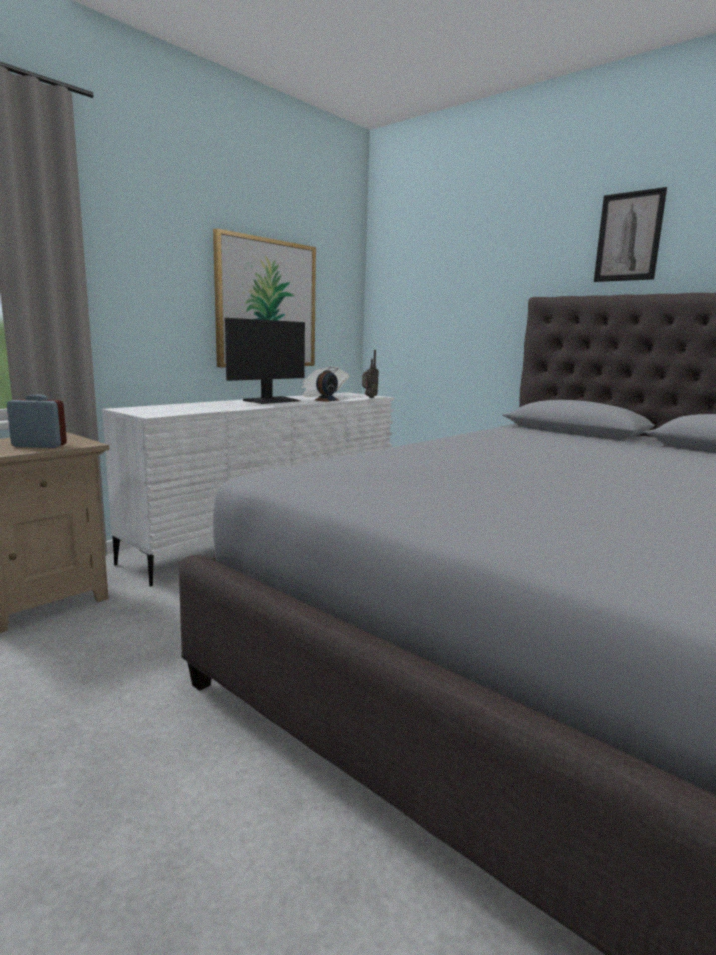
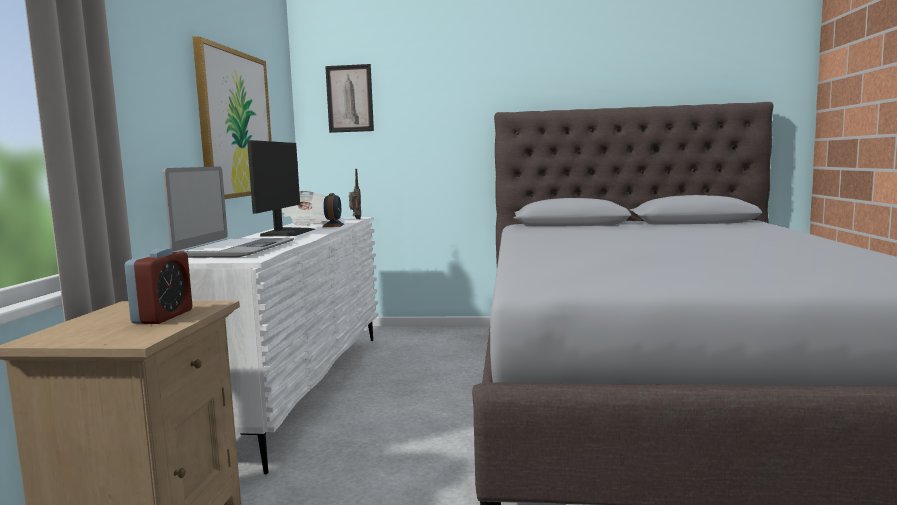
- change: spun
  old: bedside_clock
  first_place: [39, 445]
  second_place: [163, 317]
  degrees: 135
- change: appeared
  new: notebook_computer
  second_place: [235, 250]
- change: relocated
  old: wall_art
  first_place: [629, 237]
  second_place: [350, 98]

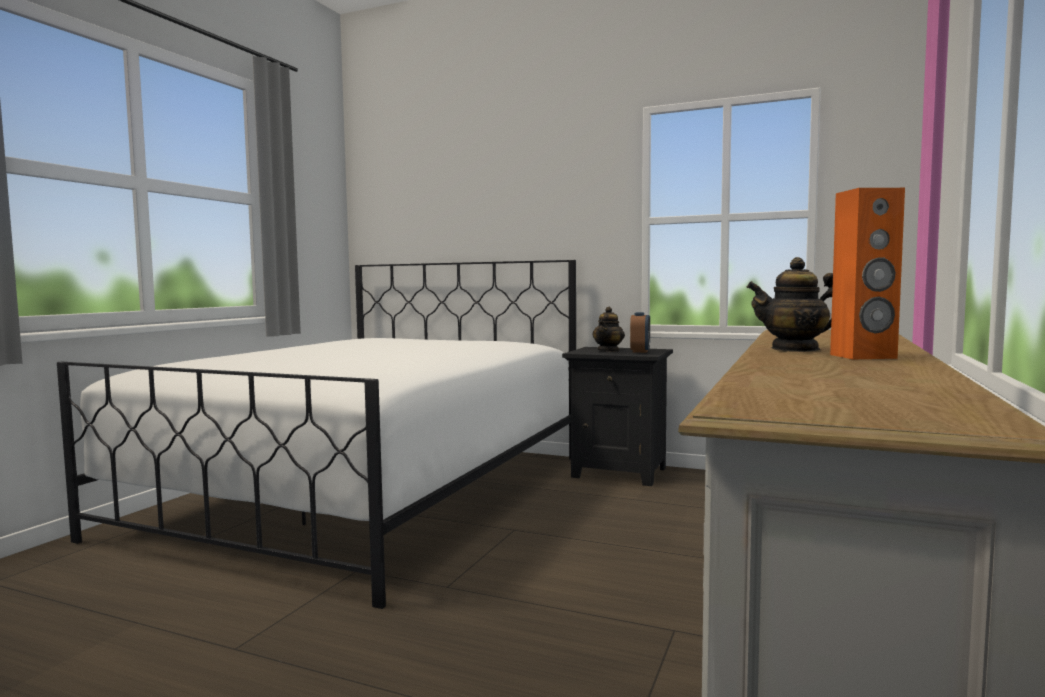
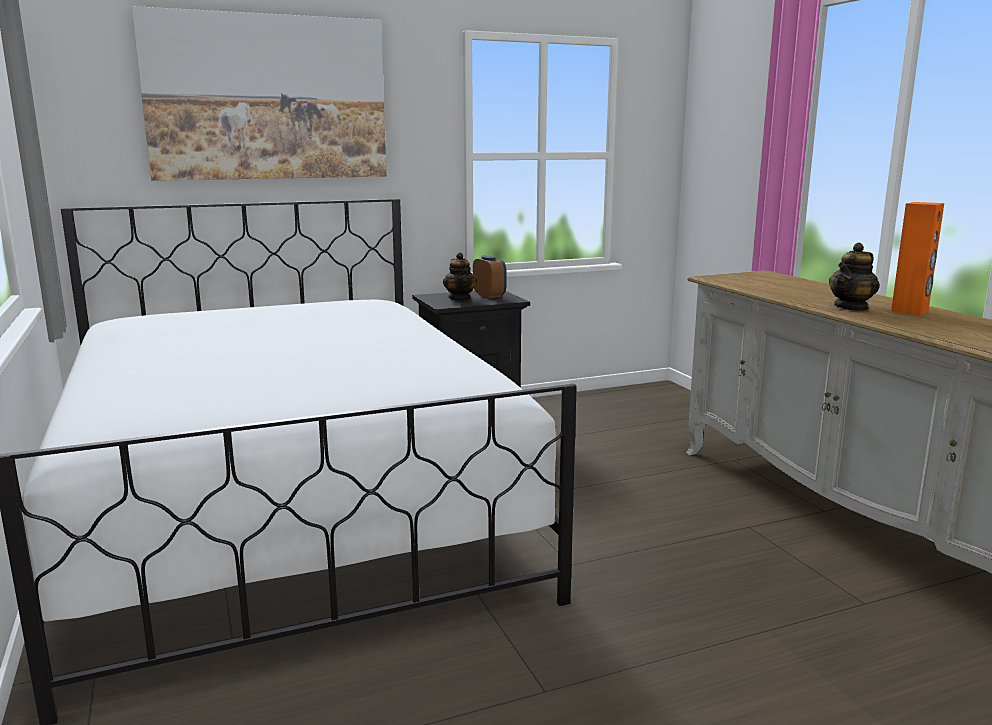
- change: appeared
  new: wall_art
  second_place: [268, 98]

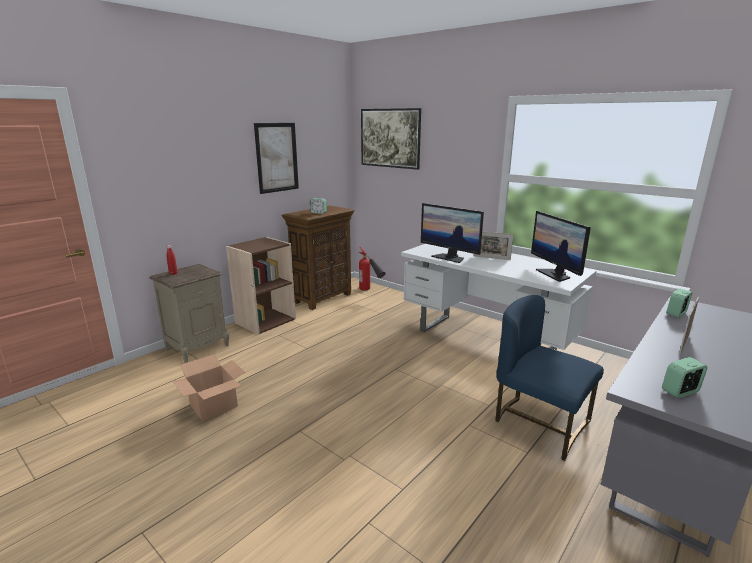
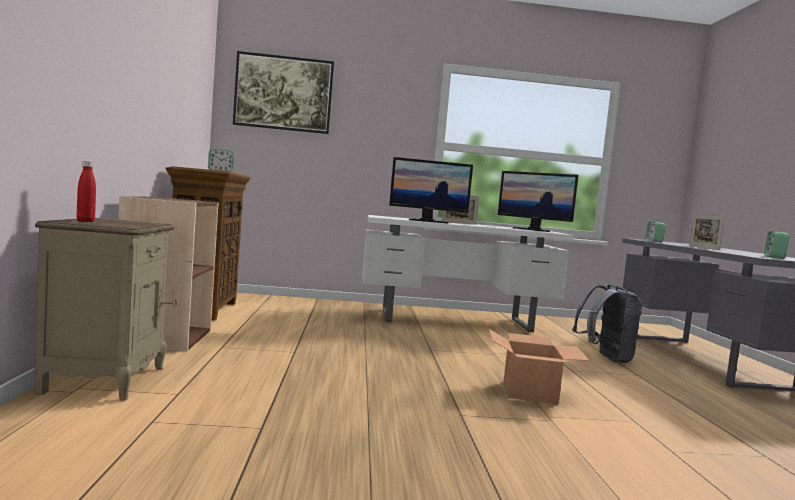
- change: relocated
  old: carton
  first_place: [214, 405]
  second_place: [529, 392]
- change: exchanged
  old: bluish_plain_chair
  new: grey_rucksack
  first_place: [540, 423]
  second_place: [605, 358]
- change: missing
  old: wall_art
  first_place: [277, 157]
- change: missing
  old: fire_extinguisher
  first_place: [370, 291]

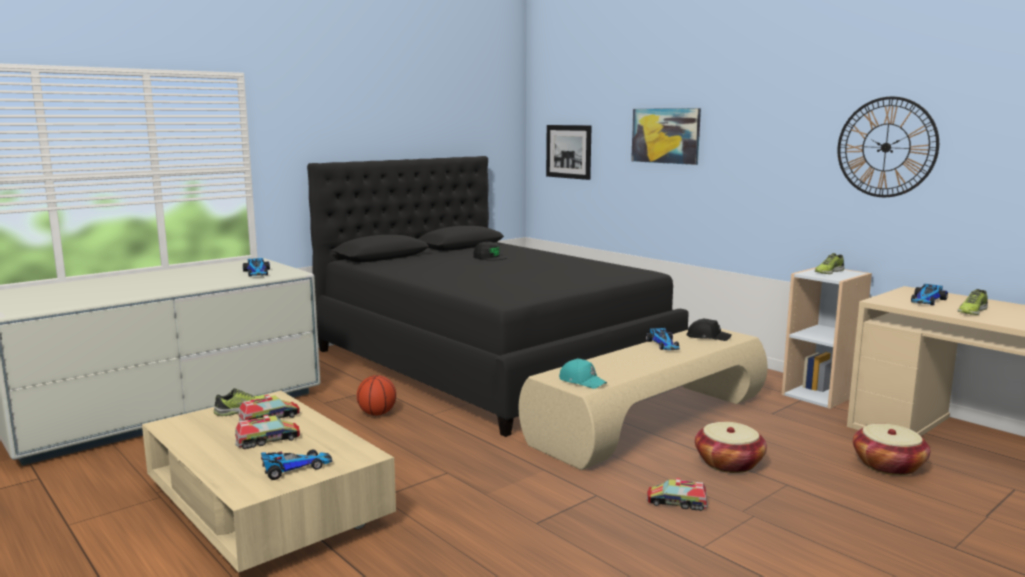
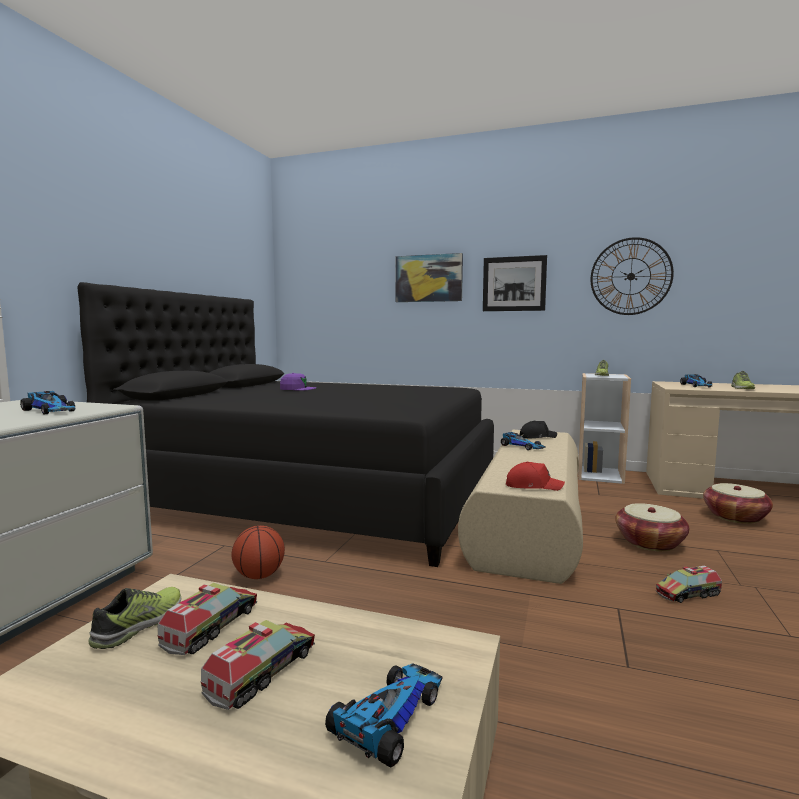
- change: colour
  old: blackish_baseball_cap
  new: purple-coloured_baseball_cap
  first_place: [490, 257]
  second_place: [297, 388]
- change: relocated
  old: wall_art
  first_place: [568, 151]
  second_place: [514, 284]
- change: colour
  old: blue-green_baseball_cap
  new: reddish_baseball_cap
  first_place: [582, 381]
  second_place: [533, 486]

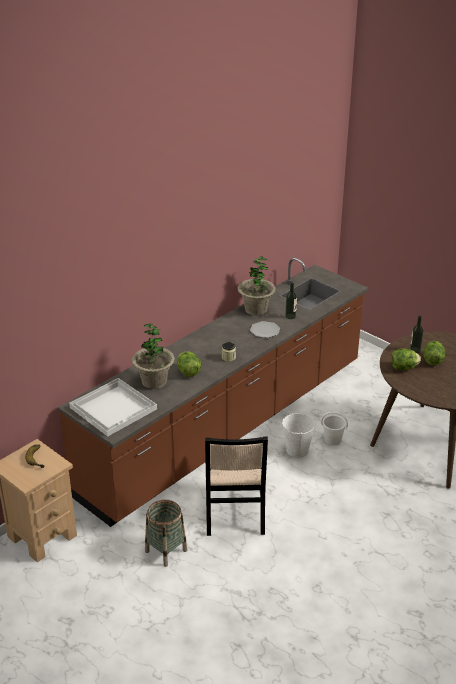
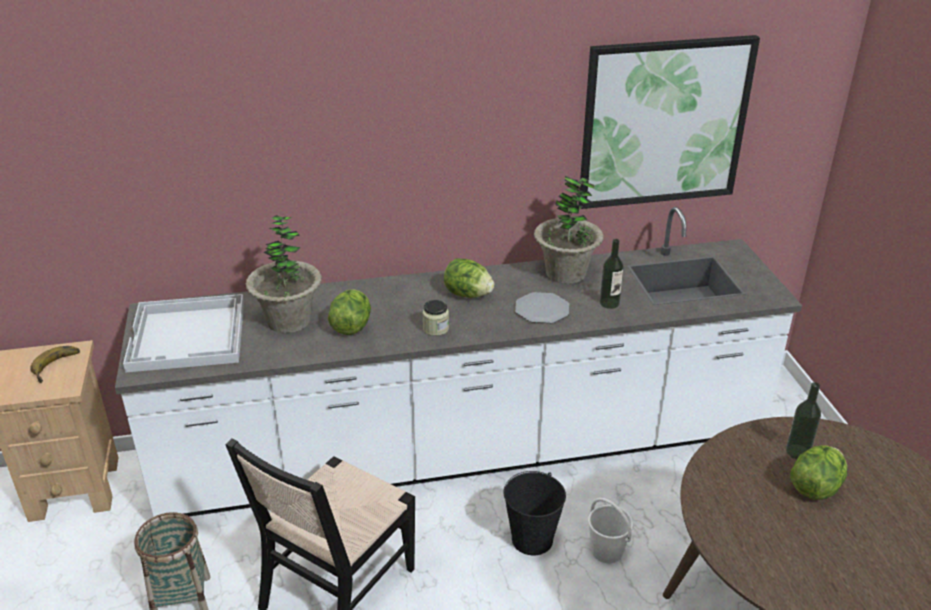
- change: colour
  old: brown-coloured_kitchen_counter
  new: white_kitchen_counter
  first_place: [228, 427]
  second_place: [465, 451]
- change: relocated
  old: lettuce_head
  first_place: [403, 368]
  second_place: [468, 294]
- change: colour
  old: white_bucket
  new: blackish_bucket
  first_place: [297, 450]
  second_place: [532, 539]
- change: appeared
  new: wall_art
  second_place: [664, 123]

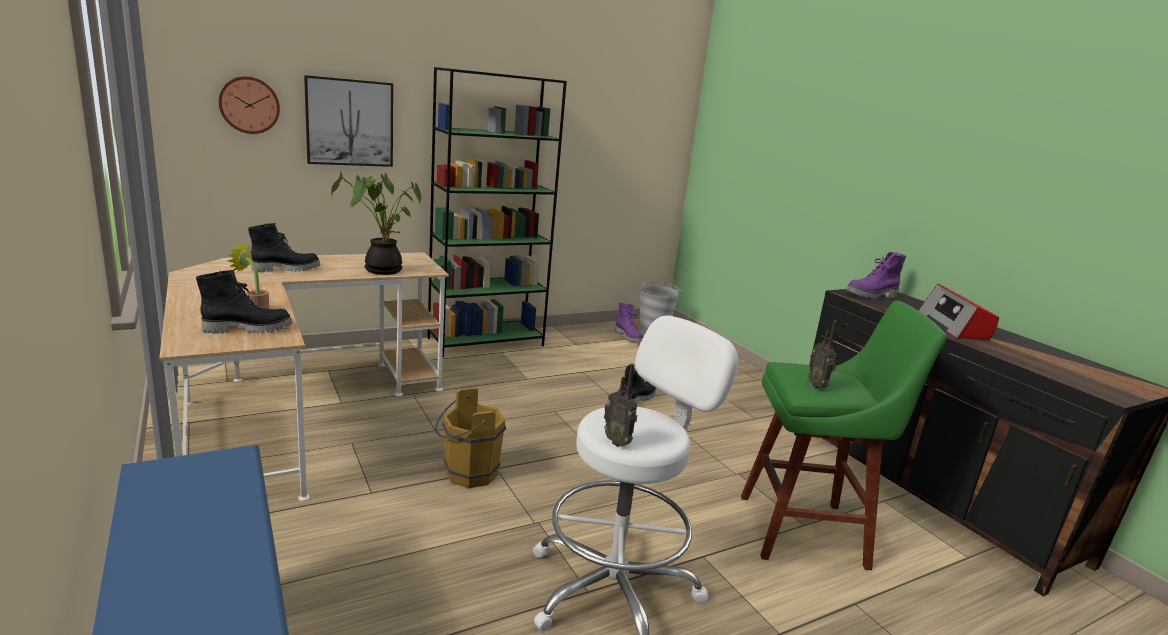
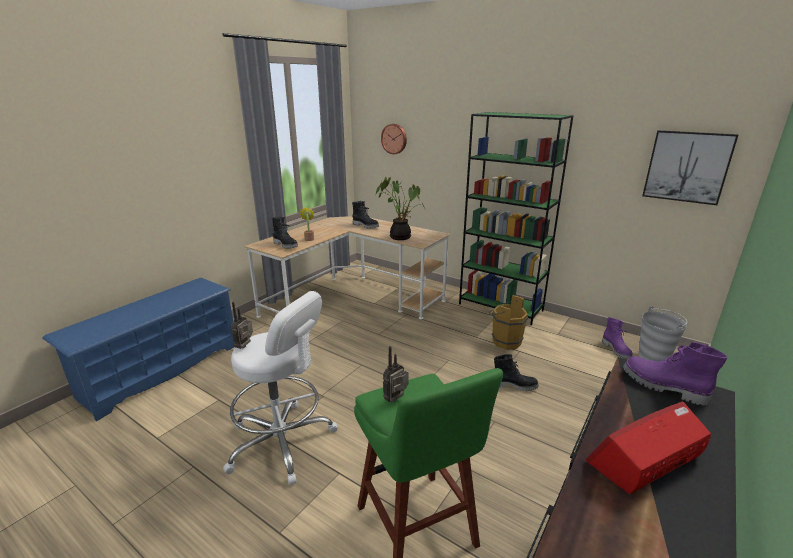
- change: relocated
  old: brown-coloured_bucket
  first_place: [467, 474]
  second_place: [504, 341]
- change: spun
  old: purple-coloured_tall_boot
  first_place: [629, 337]
  second_place: [617, 350]
  degrees: -45
- change: relocated
  old: wall_art
  first_place: [349, 122]
  second_place: [687, 167]

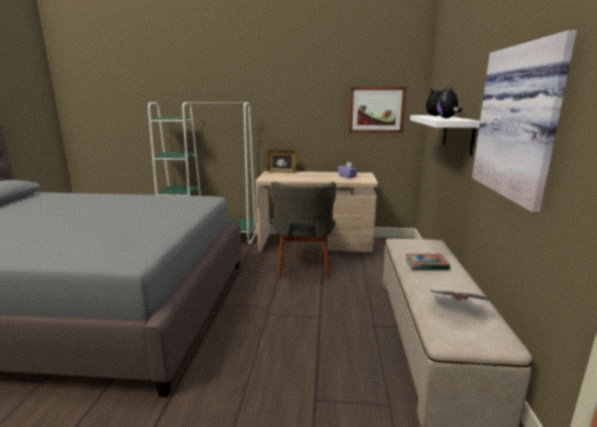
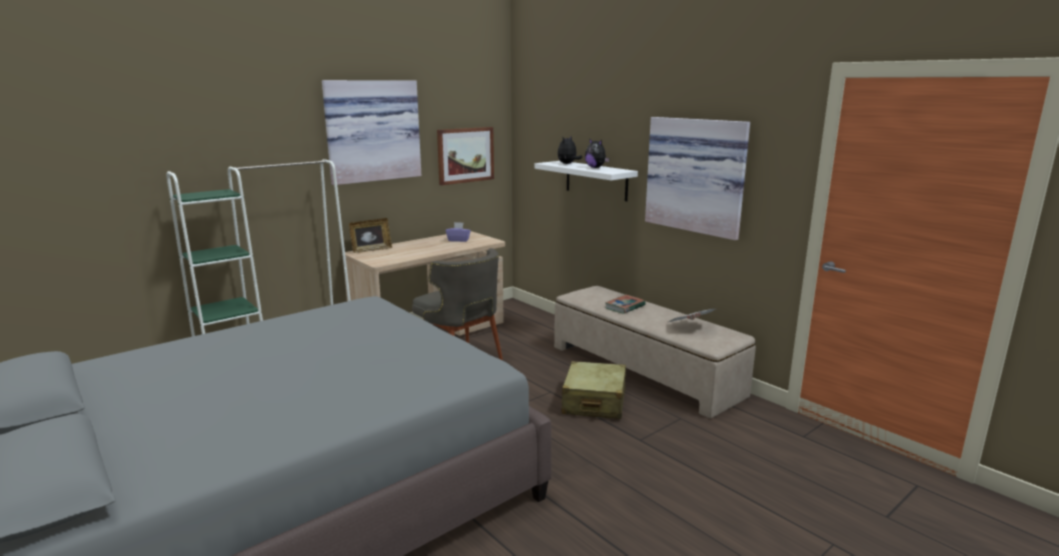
- change: appeared
  new: wall_art
  second_place: [372, 131]
- change: appeared
  new: beige_travel_case
  second_place: [594, 402]

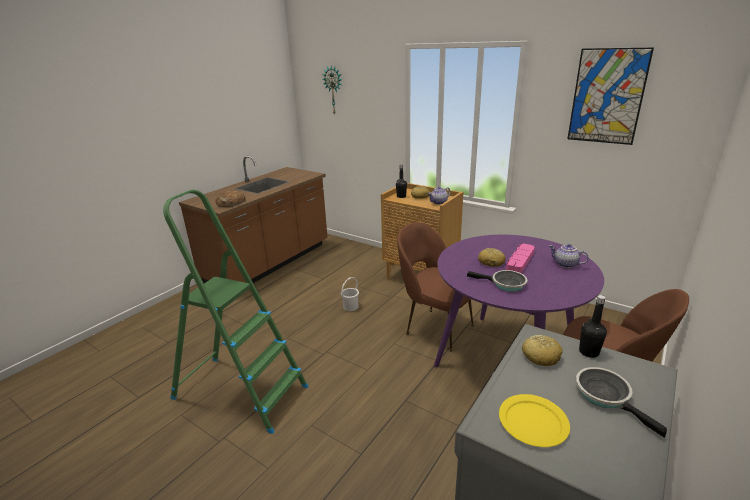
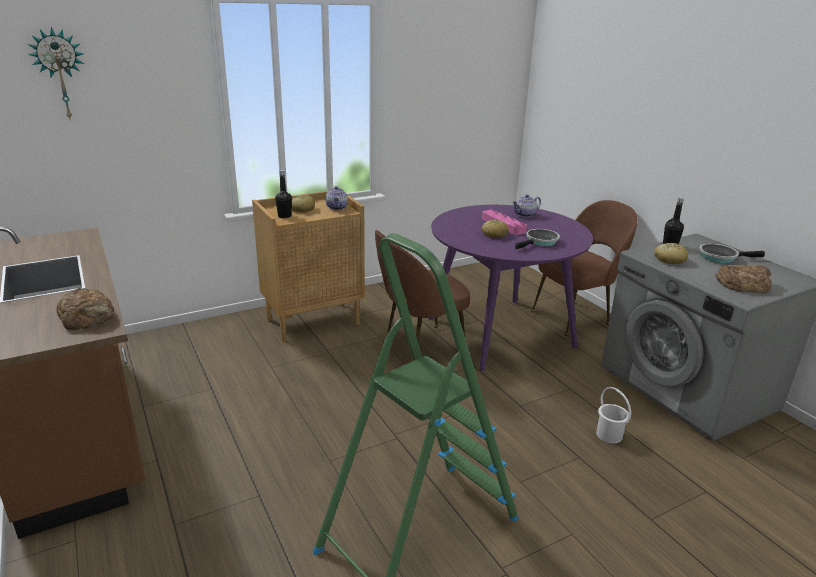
- change: relocated
  old: white_bucket
  first_place: [350, 307]
  second_place: [609, 435]
- change: exchanged
  old: yellow_dinner_plate
  new: bakery_bread
  first_place: [533, 422]
  second_place: [743, 284]
- change: missing
  old: wall_art
  first_place: [607, 96]

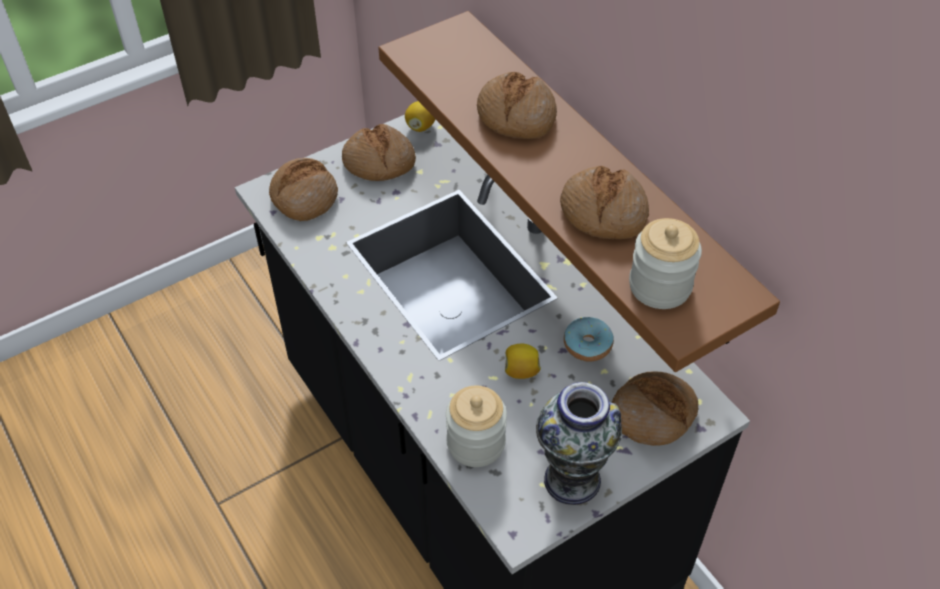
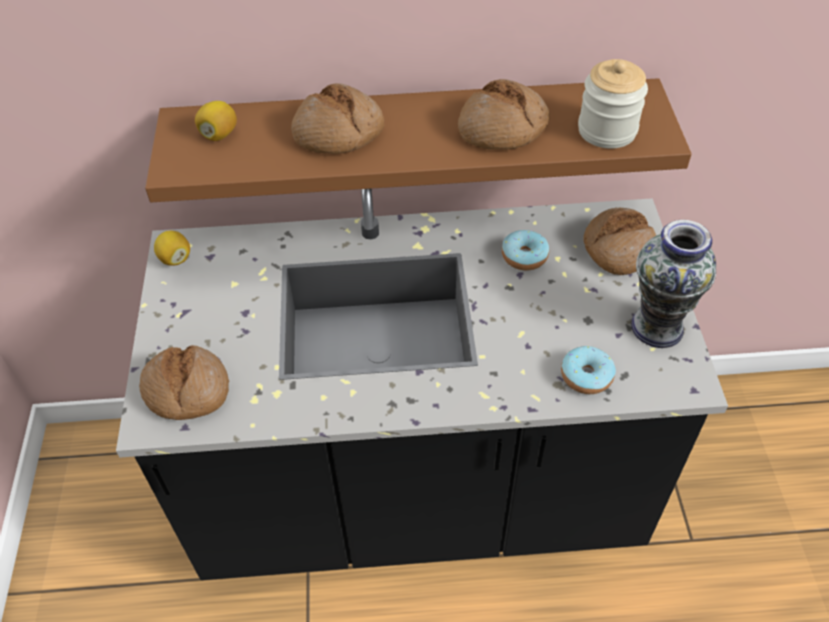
- change: relocated
  old: citrus_fruit
  first_place: [521, 371]
  second_place: [219, 134]
- change: exchanged
  old: jar
  new: donut
  first_place: [476, 443]
  second_place: [586, 376]
- change: missing
  old: bakery_bread
  first_place: [379, 162]

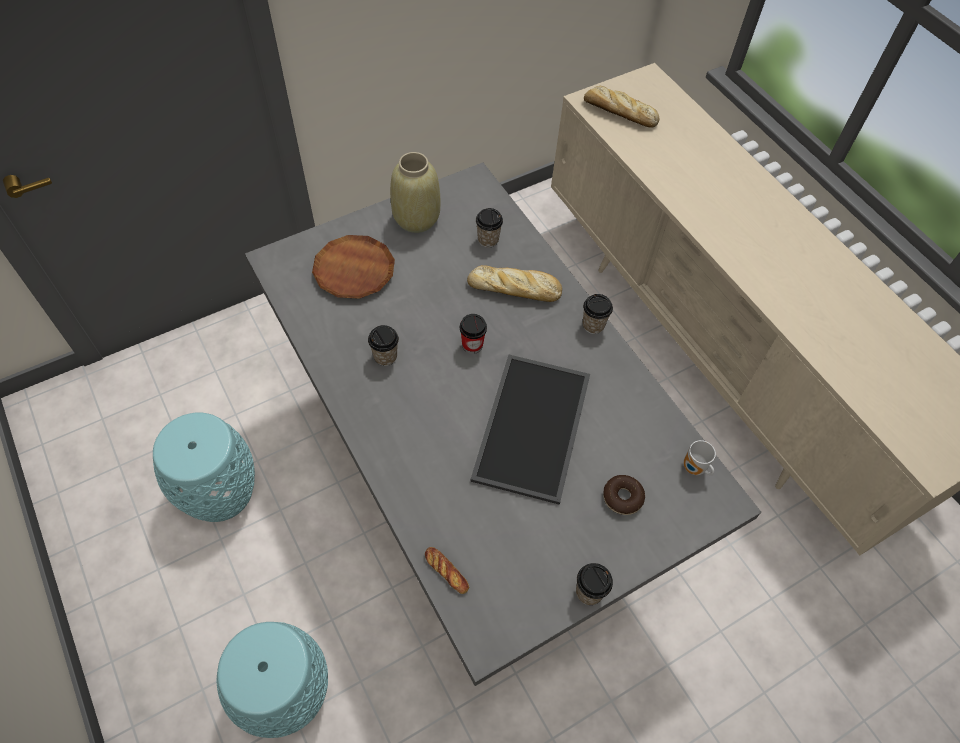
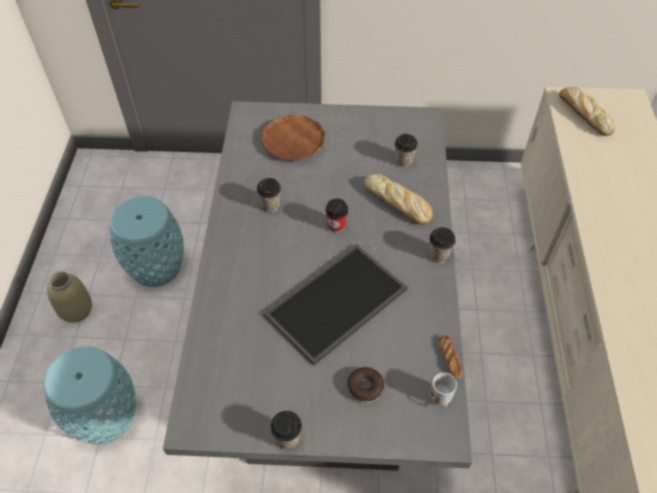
- change: relocated
  old: beige_vase
  first_place: [416, 218]
  second_place: [76, 310]
- change: relocated
  old: bakery_bread
  first_place: [446, 571]
  second_place: [450, 358]

